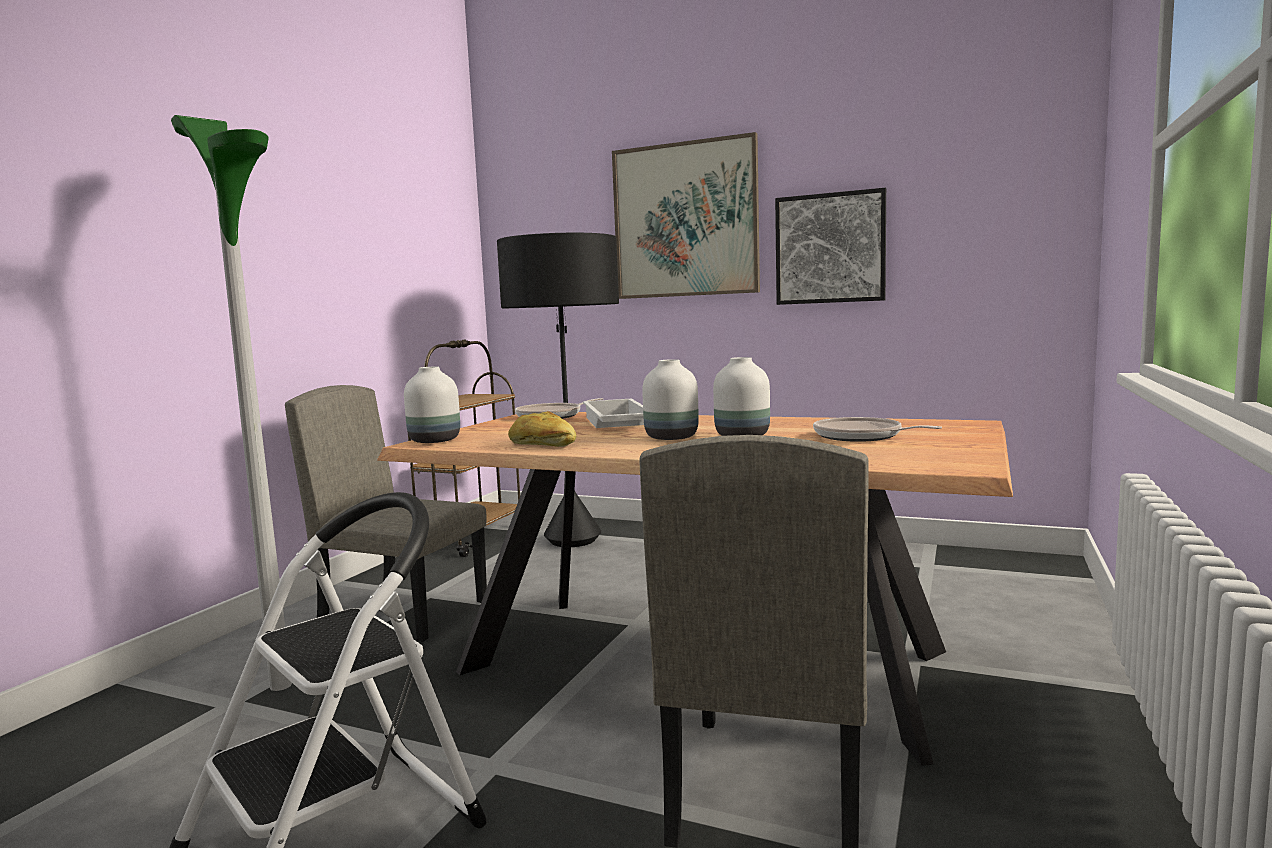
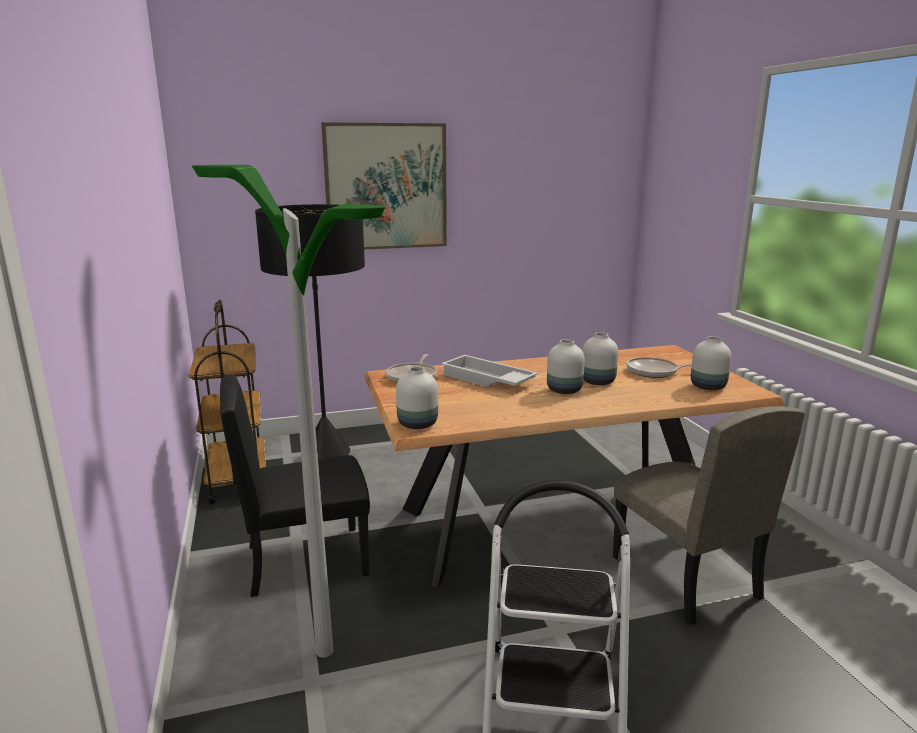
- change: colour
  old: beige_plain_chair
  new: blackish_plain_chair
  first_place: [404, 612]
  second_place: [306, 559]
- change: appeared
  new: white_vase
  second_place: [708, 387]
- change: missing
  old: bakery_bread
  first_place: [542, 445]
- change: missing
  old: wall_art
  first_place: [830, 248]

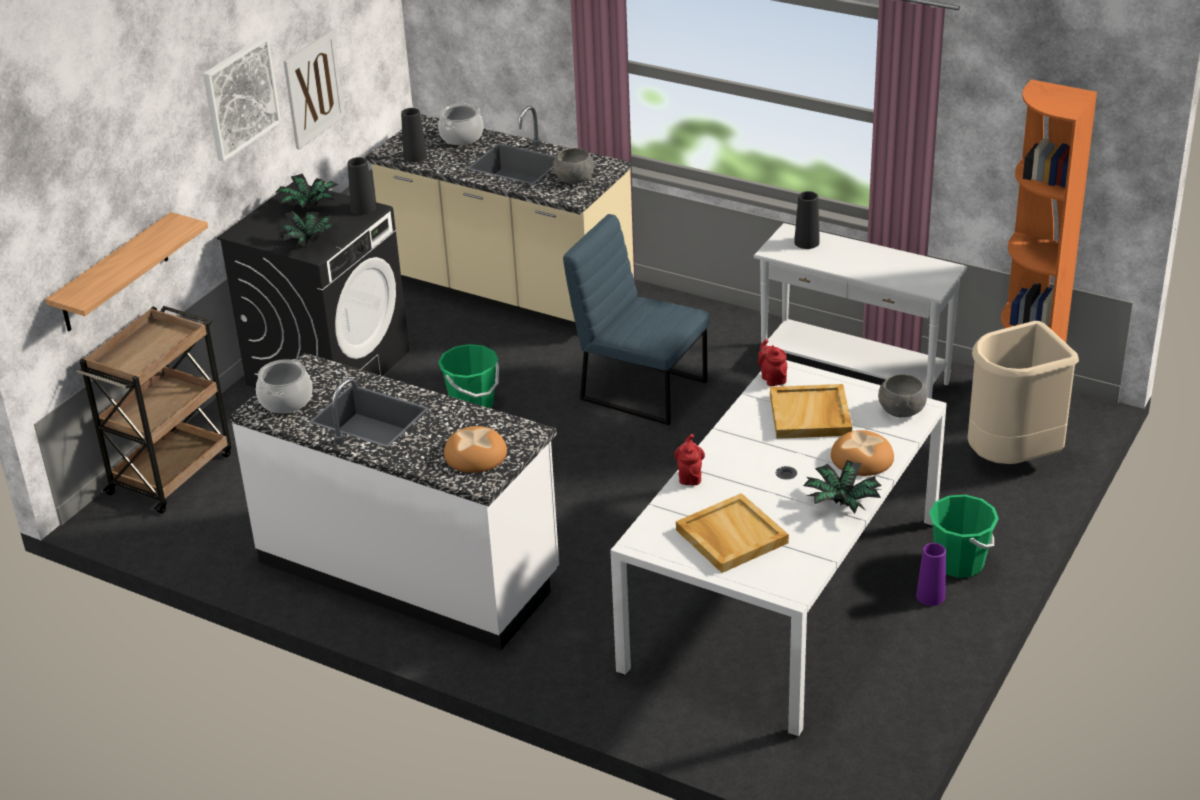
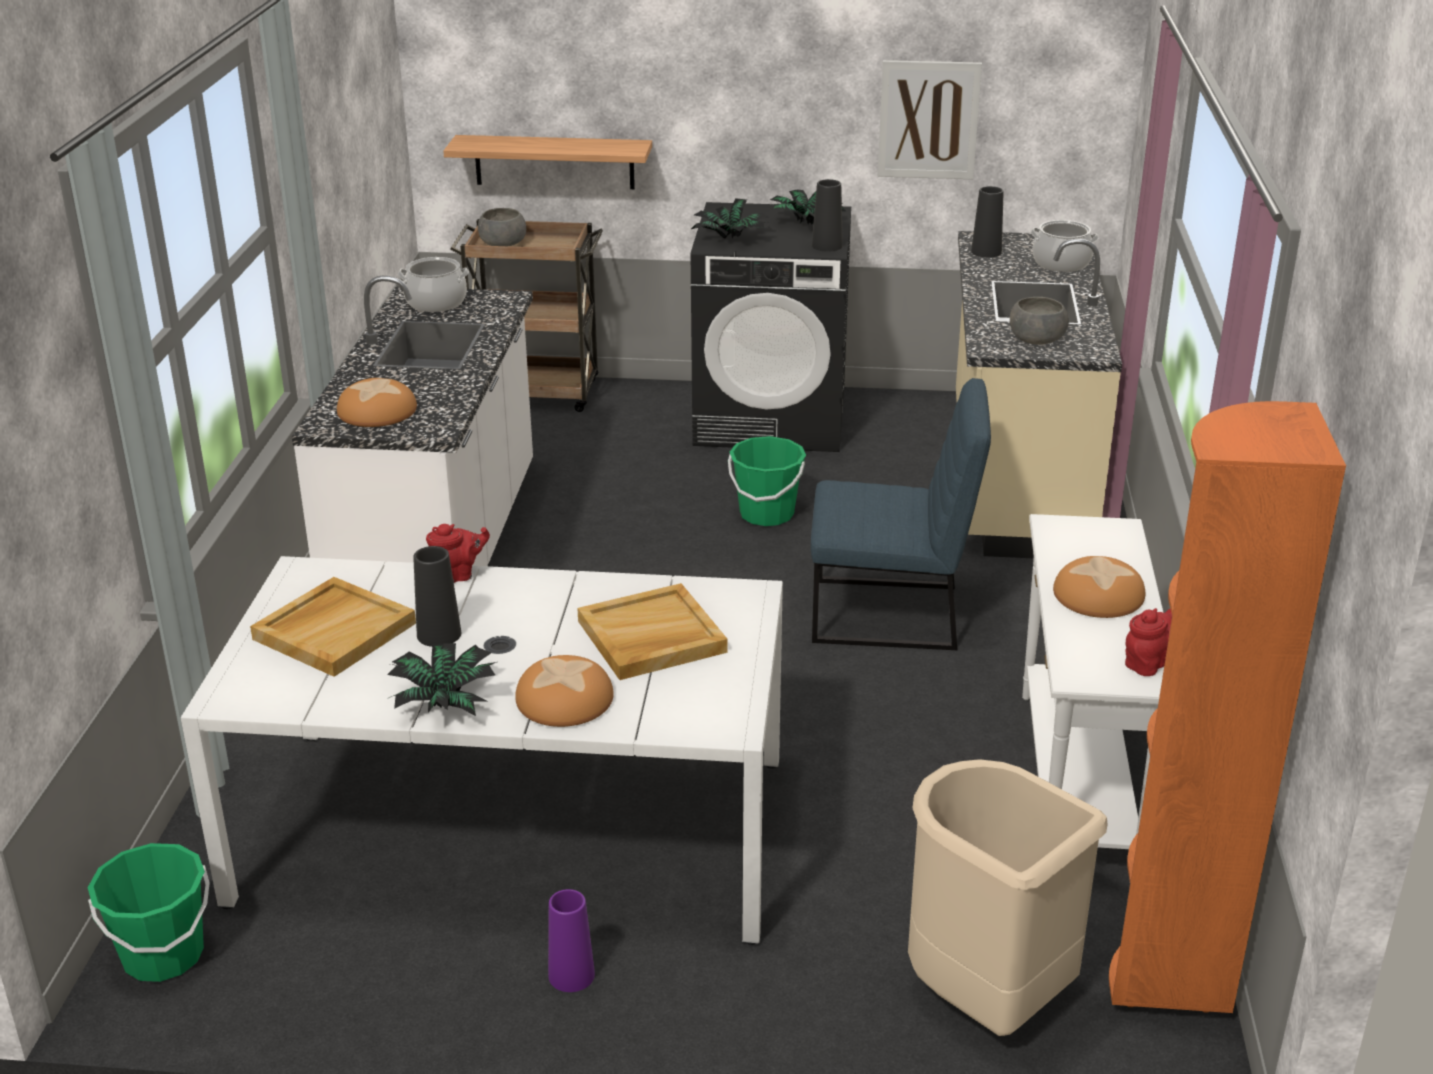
- change: relocated
  old: green_bucket
  first_place: [959, 563]
  second_place: [163, 955]
- change: relocated
  old: blackish_vase
  first_place: [806, 242]
  second_place: [439, 634]
- change: relocated
  old: grey_bowl
  first_place: [901, 410]
  second_place: [502, 244]
- change: spun
  old: bluish_plain_chair
  first_place: [640, 389]
  second_place: [890, 615]
  degrees: 90
- change: appeared
  new: bakery_bread
  second_place: [1098, 595]
- change: relocated
  old: reddish_teapot
  first_place: [772, 378]
  second_place: [1147, 663]
- change: missing
  old: wall_art
  first_place: [240, 97]

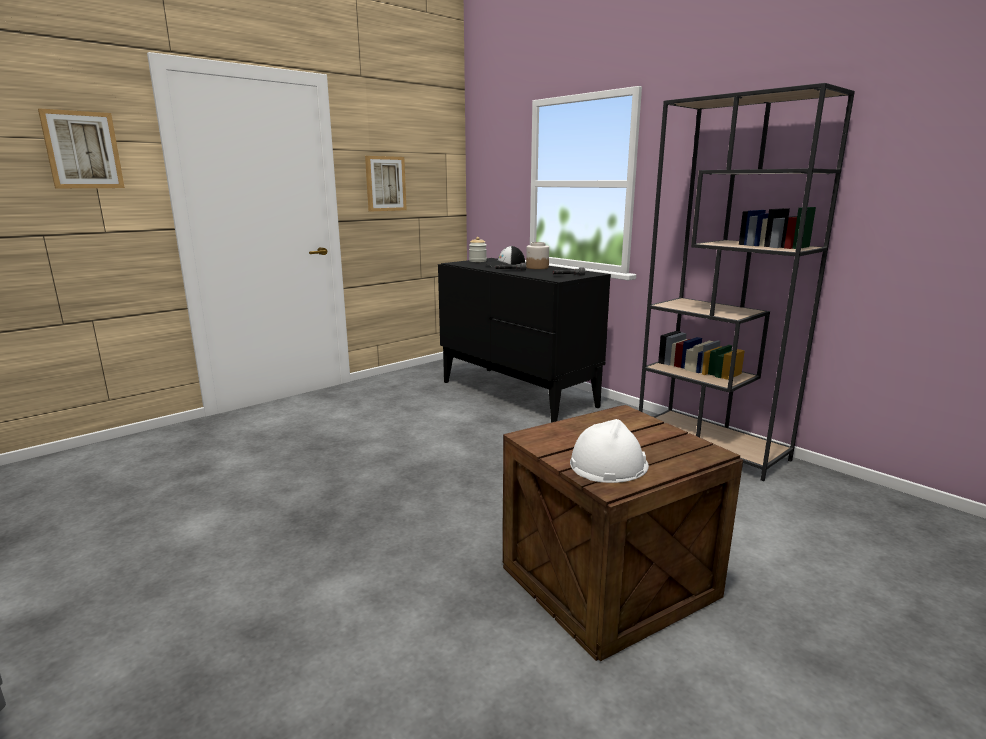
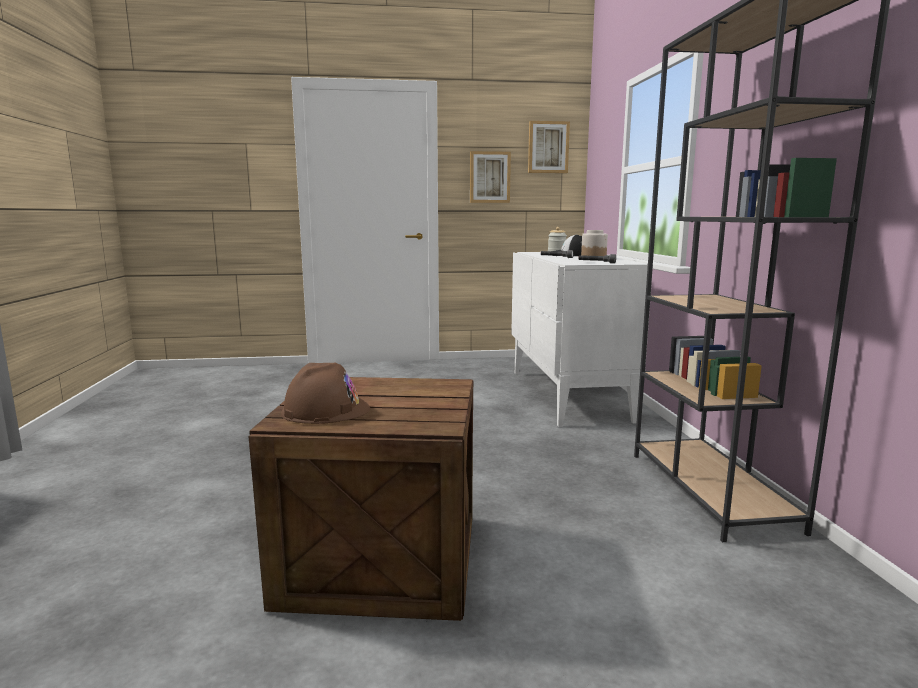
- change: colour
  old: white_hard_hat
  new: brown-coloured_hard_hat
  first_place: [608, 464]
  second_place: [325, 410]
- change: colour
  old: blackish_cabinet
  new: white_cabinet
  first_place: [517, 394]
  second_place: [567, 395]
- change: relocated
  old: wall_art
  first_place: [82, 150]
  second_place: [548, 147]

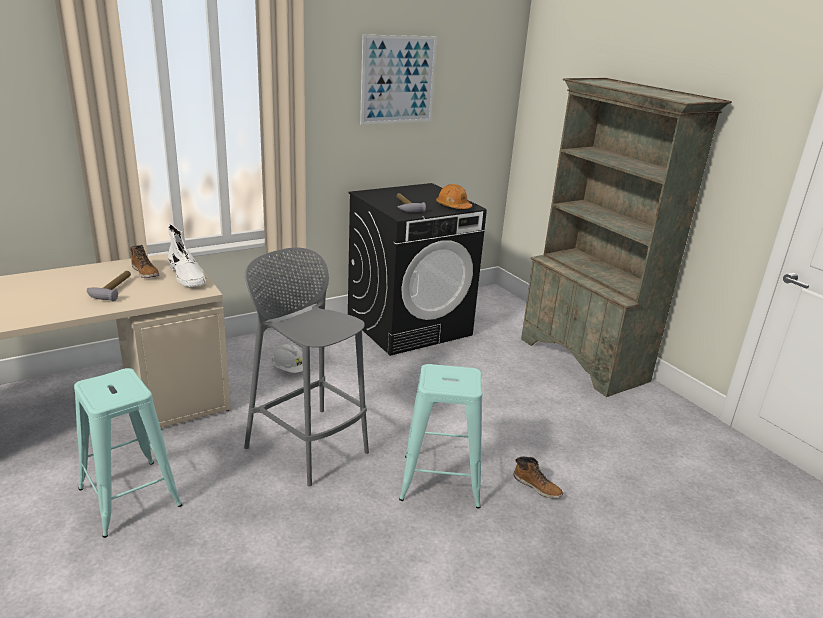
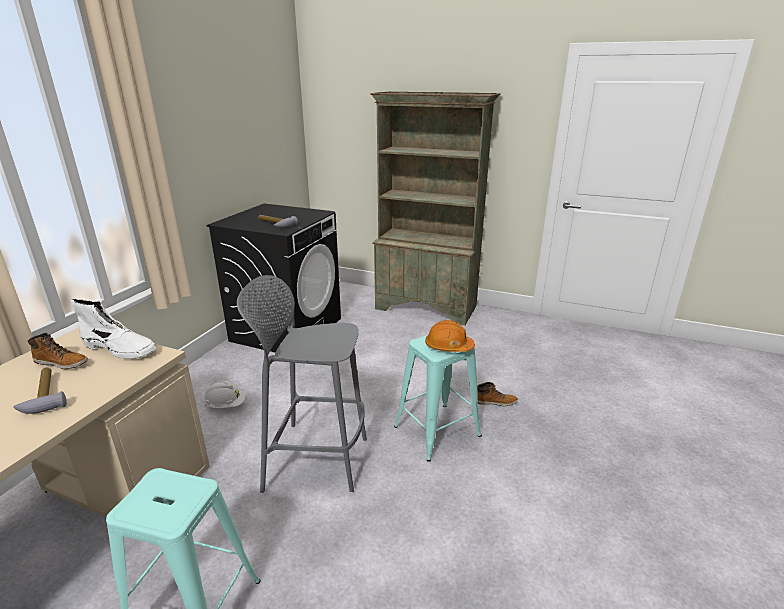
- change: relocated
  old: orangey_hard_hat
  first_place: [453, 206]
  second_place: [448, 346]
- change: missing
  old: wall_art
  first_place: [398, 80]

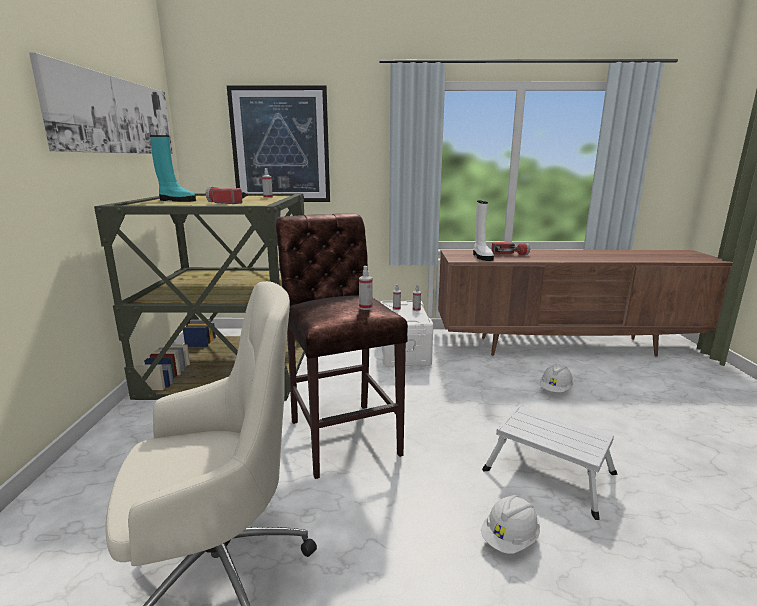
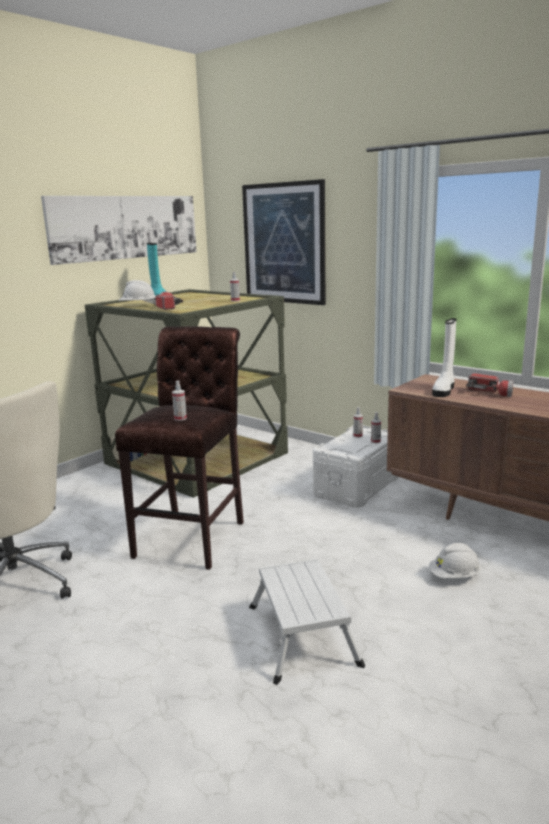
- change: relocated
  old: white_hard_hat
  first_place: [510, 539]
  second_place: [138, 306]

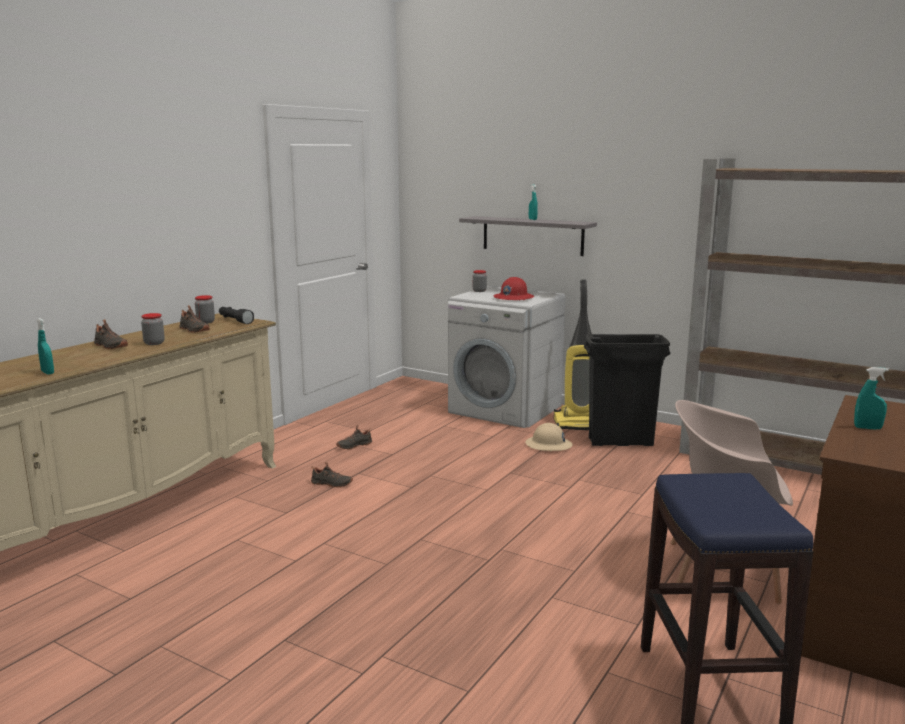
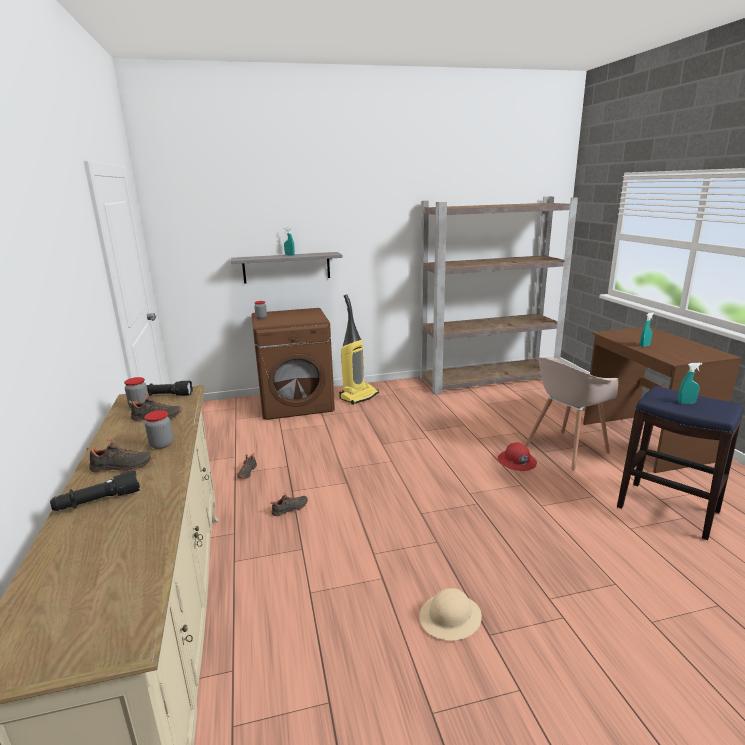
- change: appeared
  new: blackish_hand_torch
  second_place: [98, 501]
- change: colour
  old: white_laundry_appliance
  new: brown-coloured_laundry_appliance
  first_place: [504, 409]
  second_place: [297, 404]
- change: relocated
  old: beige_hard_hat
  first_place: [548, 445]
  second_place: [450, 618]
- change: relocated
  old: reddish_hard_hat
  first_place: [513, 298]
  second_place: [516, 461]
- change: relocated
  old: blue-green_spray_bottle
  first_place: [47, 372]
  second_place: [686, 403]
- change: missing
  old: blackish_trash_can
  first_place: [621, 442]

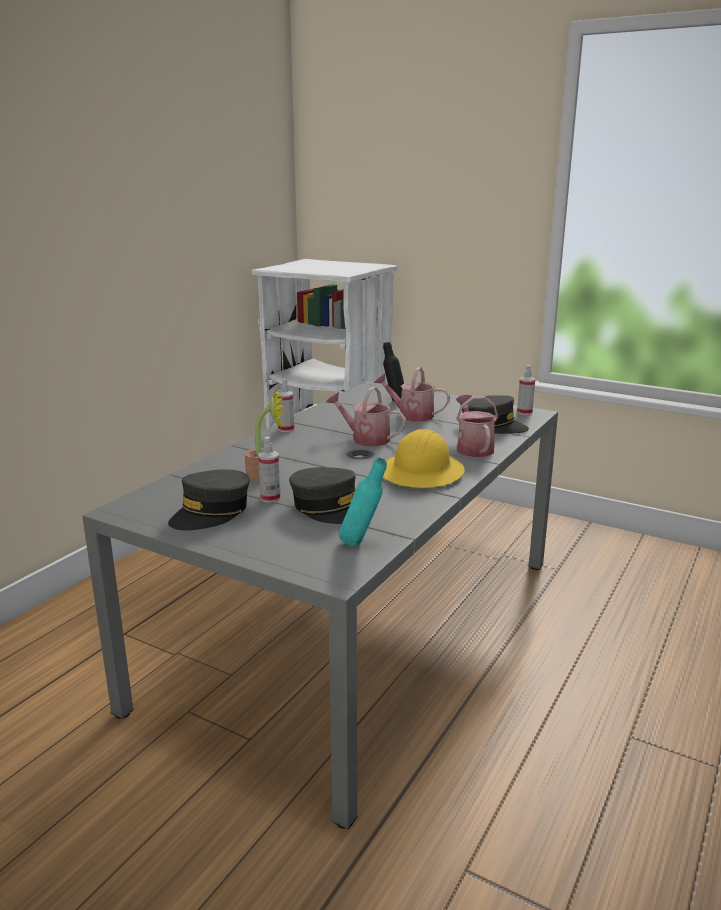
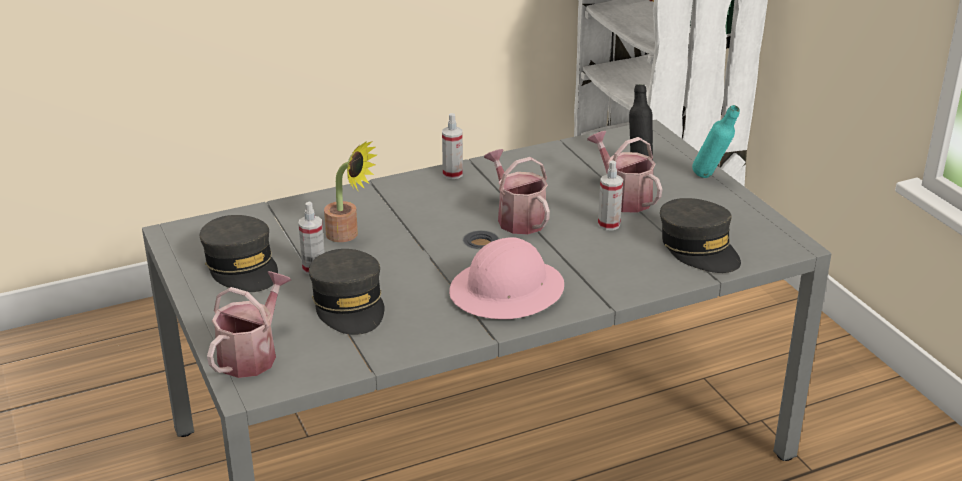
- change: spun
  old: grey_baseball_cap
  first_place: [211, 513]
  second_place: [242, 266]
  degrees: -105
- change: relocated
  old: watering_pot
  first_place: [473, 447]
  second_place: [252, 354]
- change: colour
  old: yellow_hard_hat
  new: pink_hard_hat
  first_place: [422, 473]
  second_place: [507, 292]
- change: relocated
  old: spray_bottle
  first_place: [524, 412]
  second_place: [609, 224]
- change: relocated
  old: blue-green_drink_bottle
  first_place: [362, 543]
  second_place: [711, 177]

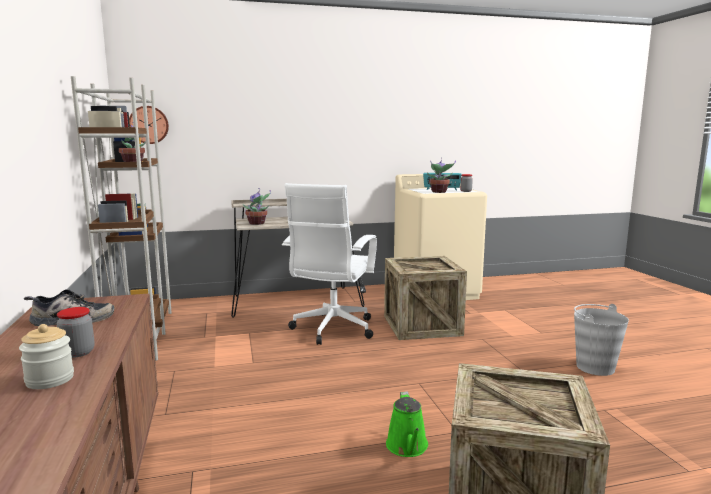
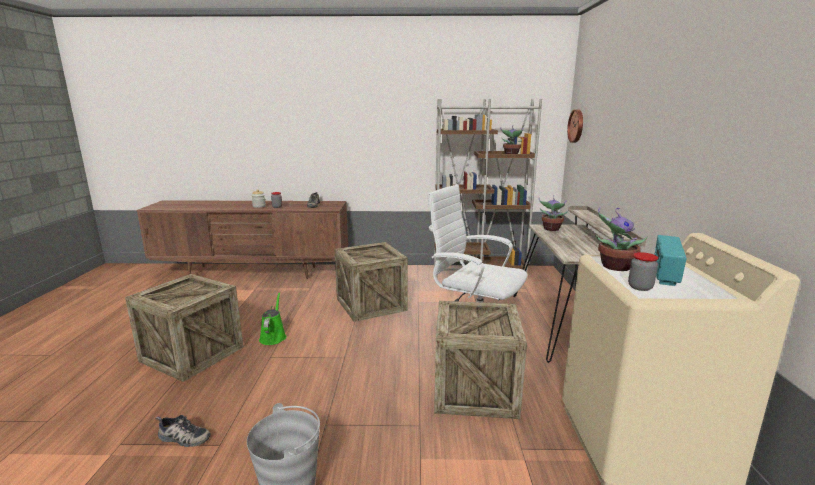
- change: appeared
  new: low_shoe
  second_place: [183, 438]
- change: spun
  old: green_watering_pot
  first_place: [407, 447]
  second_place: [273, 336]
  degrees: 75
- change: appeared
  new: packing_crate
  second_place: [371, 304]

